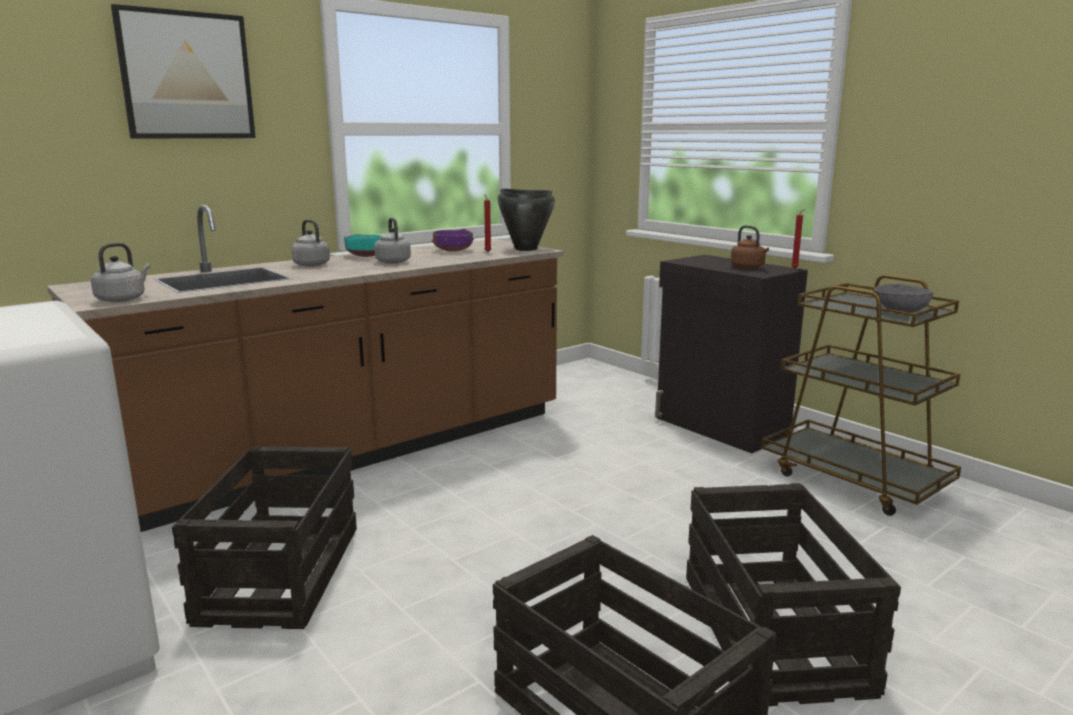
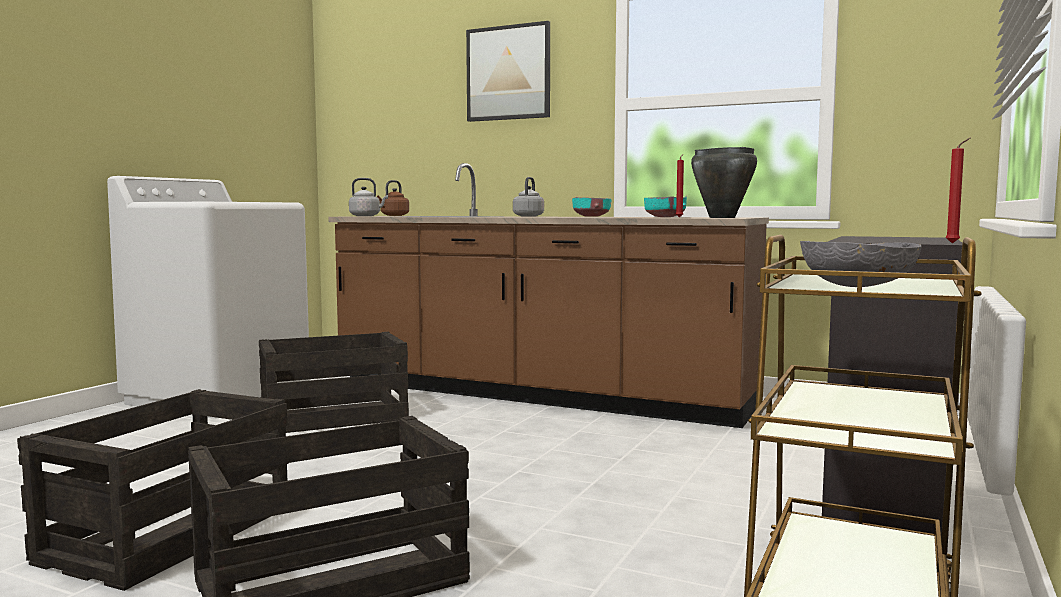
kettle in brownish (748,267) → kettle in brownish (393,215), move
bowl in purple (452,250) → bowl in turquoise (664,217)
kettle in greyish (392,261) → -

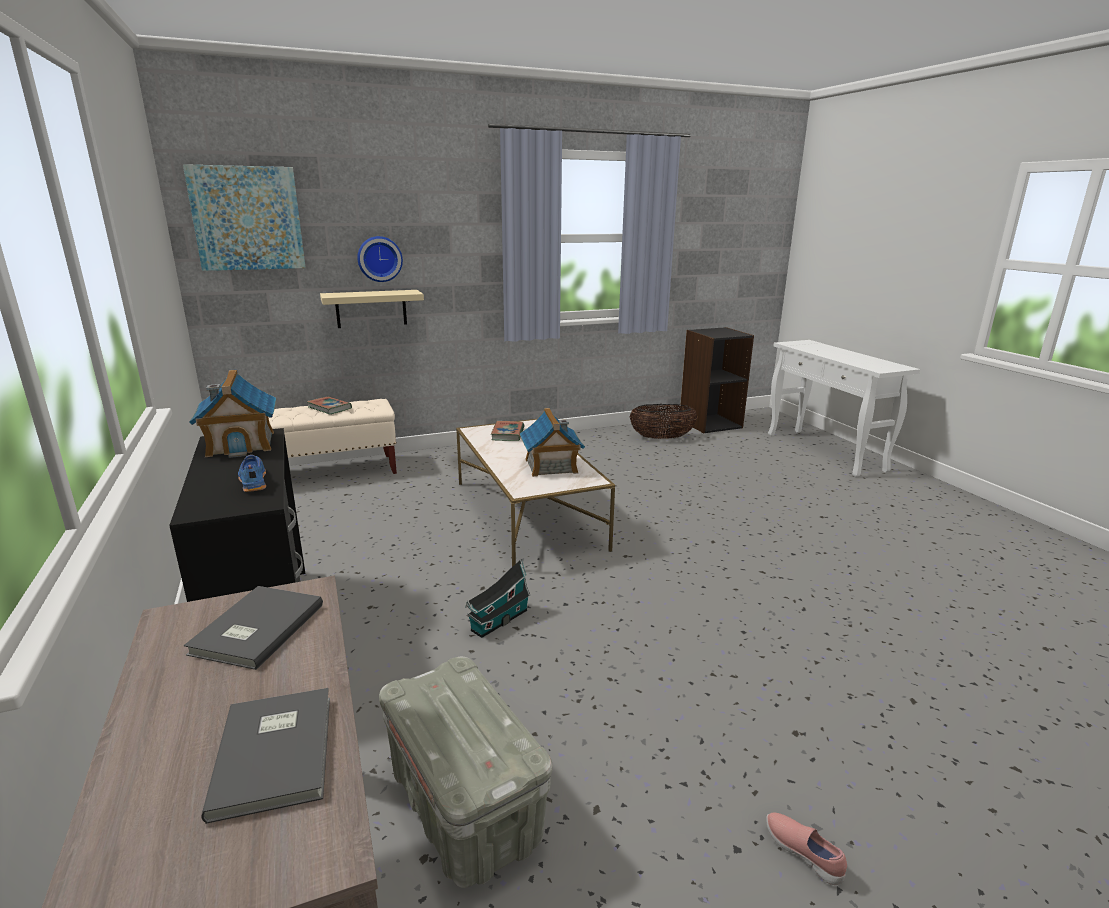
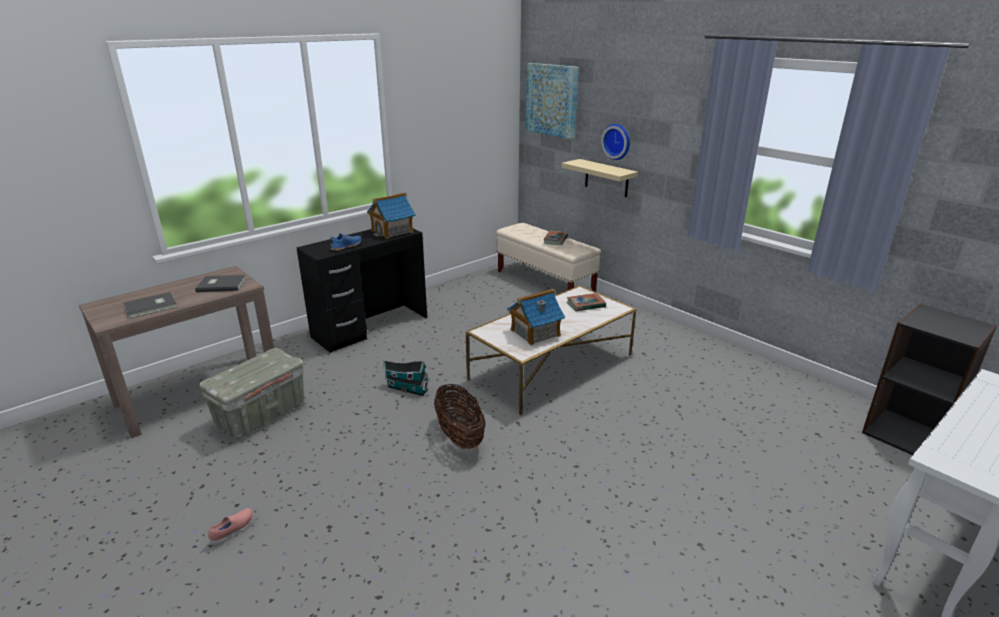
basket (661,438) → basket (459,436), move

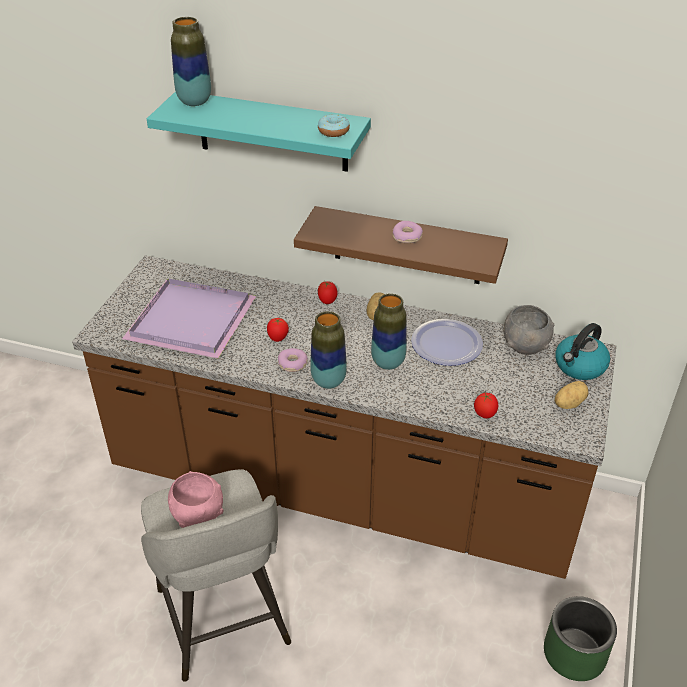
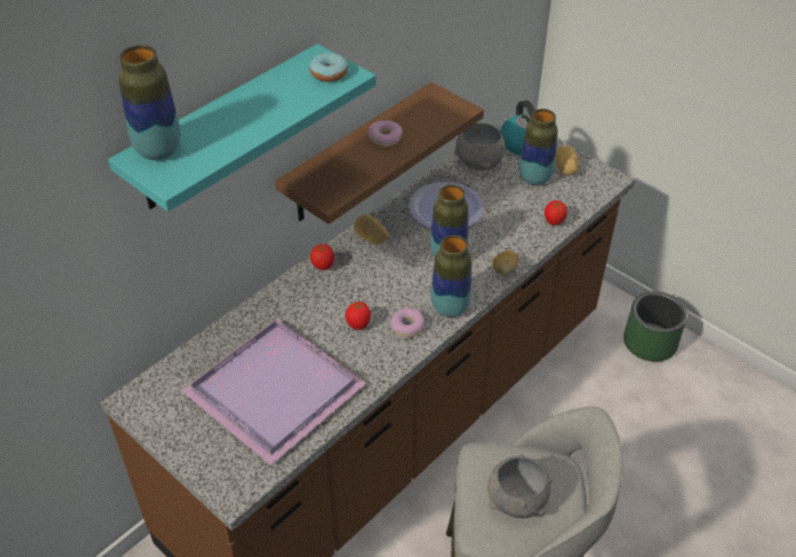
bowl in pink-coloured (198,514) → bowl in greyish (516,500)
- → spud (504,270)
- → flower vase (535,178)

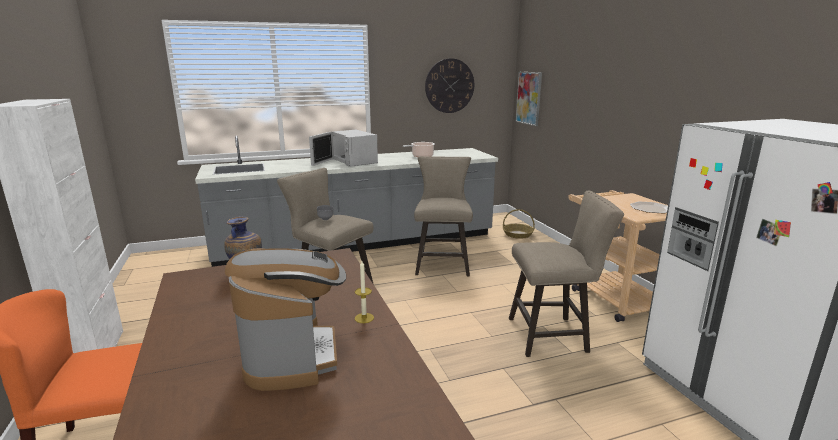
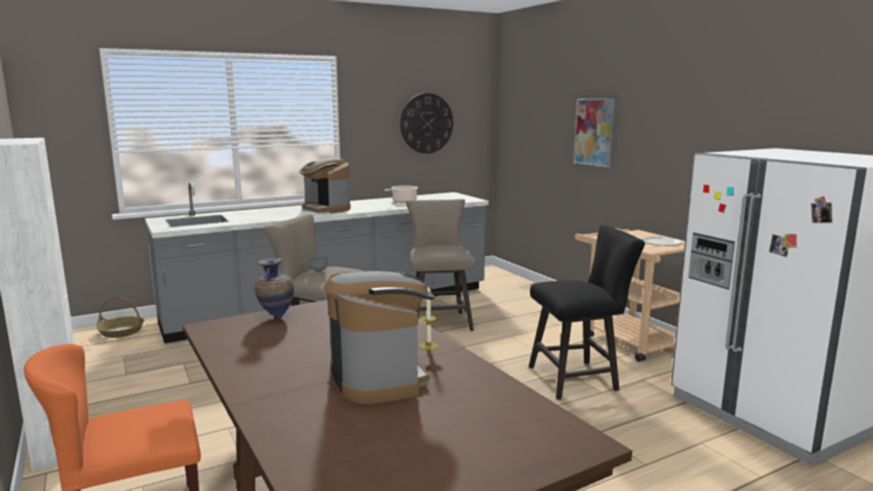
basket (517,234) → basket (121,332), move
microwave in white-coloured (351,161) → coffee machine (326,209)
sitting stool in sand-coloured (553,335) → sitting stool in black-coloured (579,378)
wall art (529,98) → wall art (594,132), move

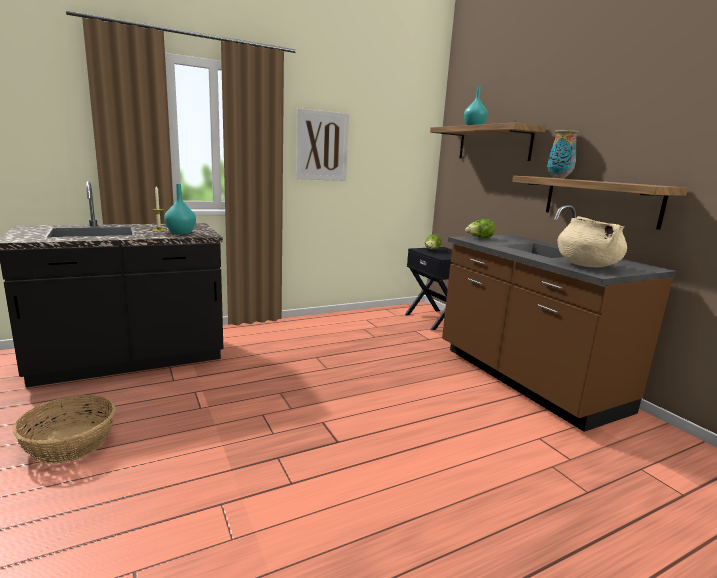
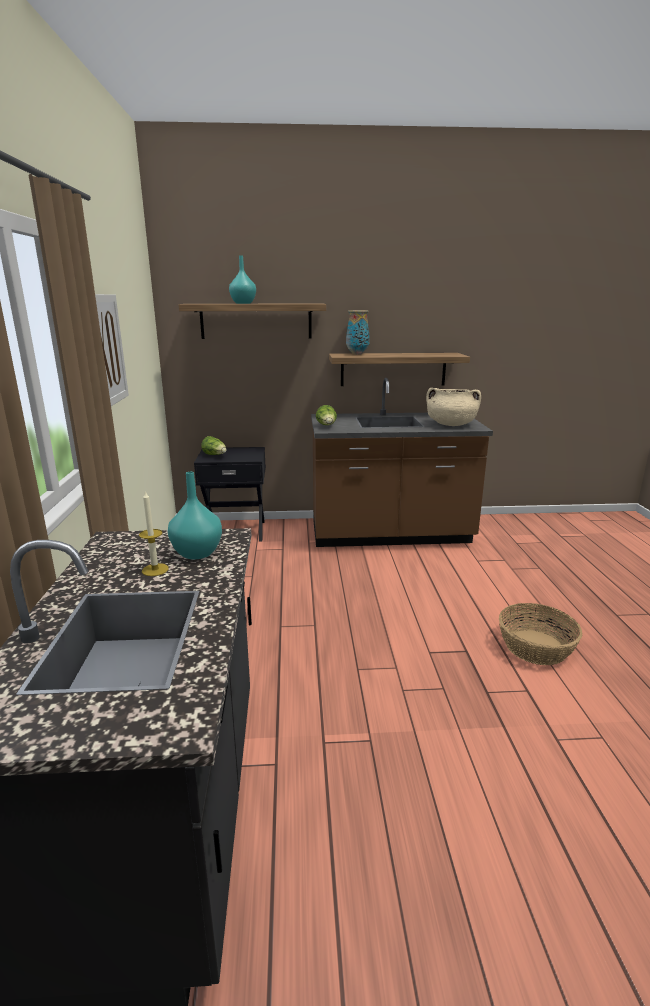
basket (70,443) → basket (535,647), move

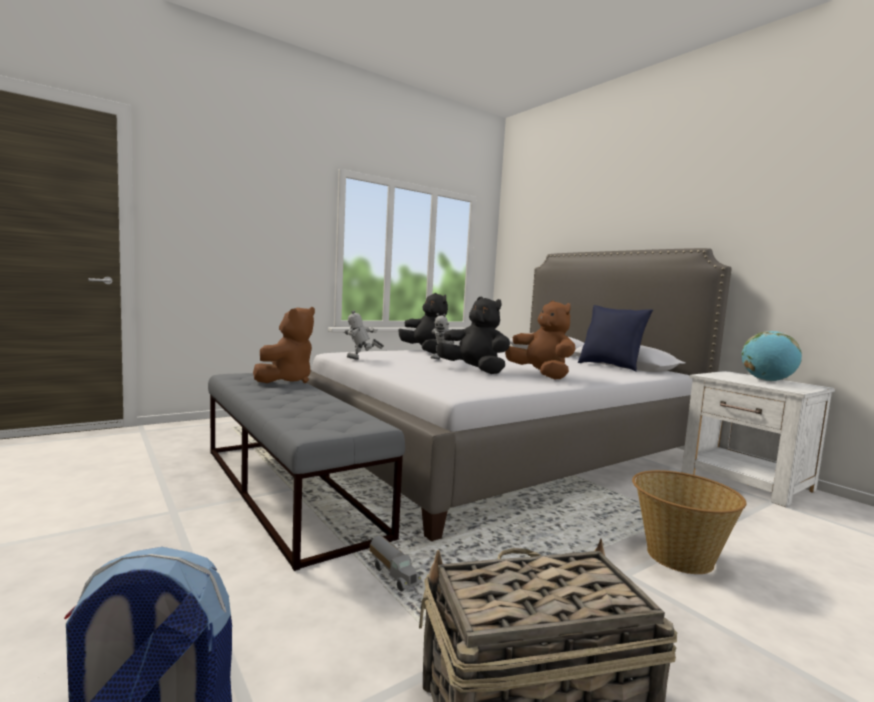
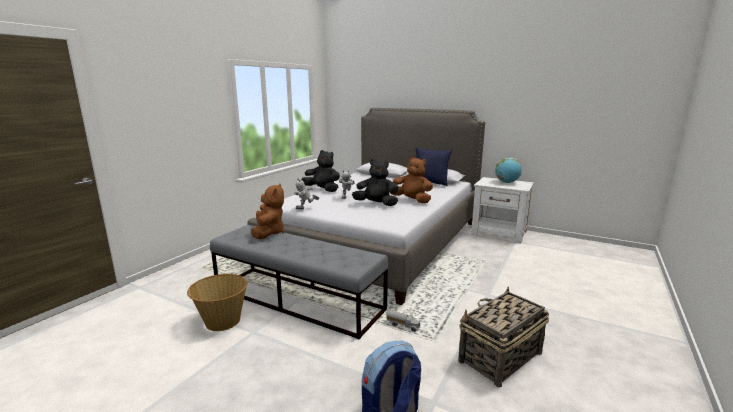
basket (678,556) → basket (222,321), move

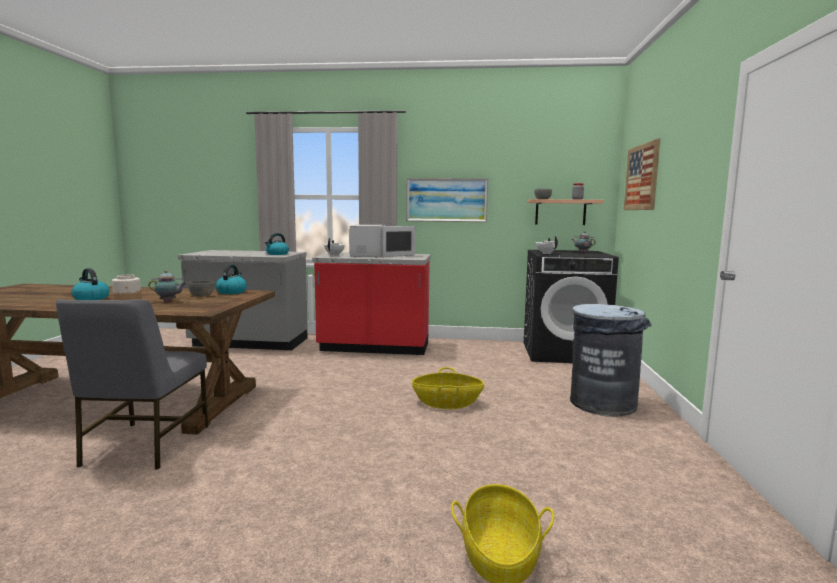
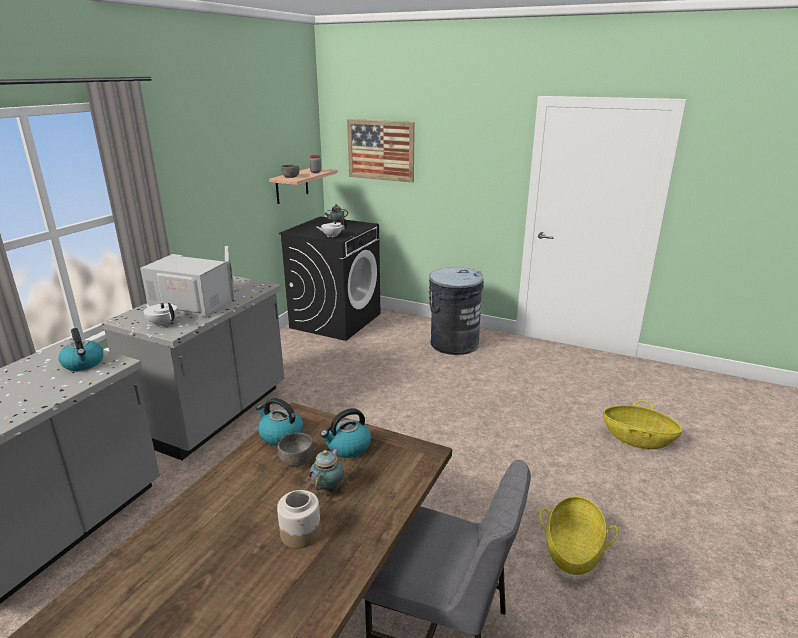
counter in reddish (374,348) → counter in greyish (215,415)
kettle (91,298) → kettle (348,447), move
basket (447,403) → basket (573,550), move
wall art (446,200) → -

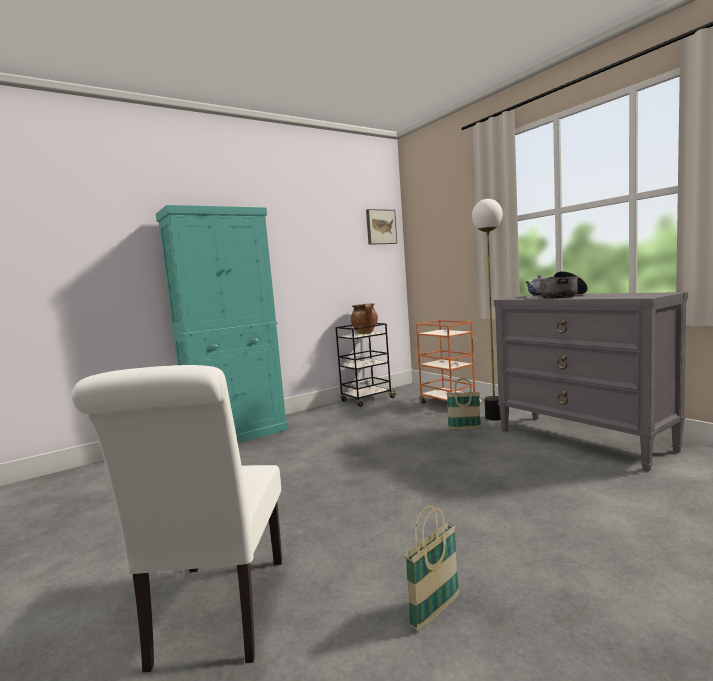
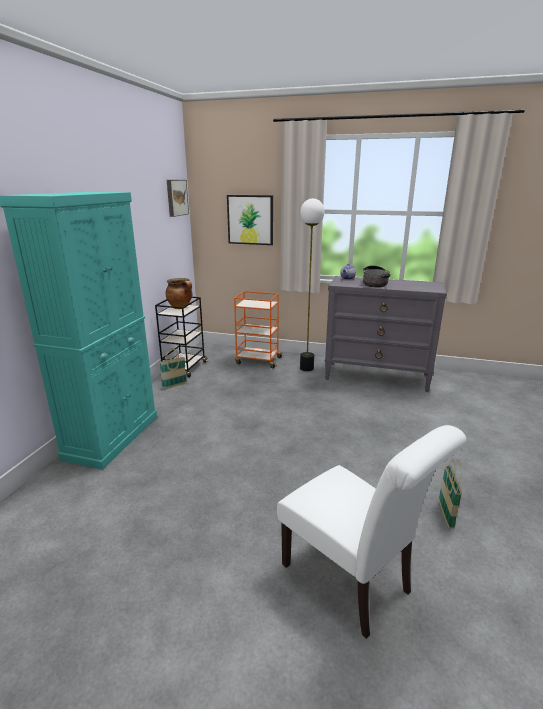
basket (464,428) → basket (174,385), move
- → wall art (250,220)

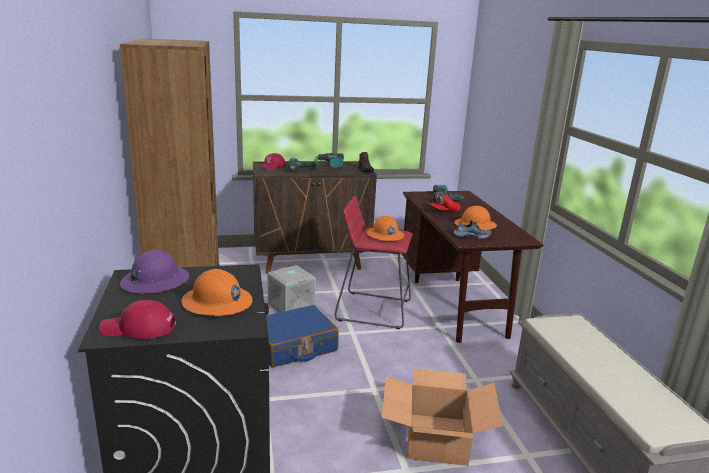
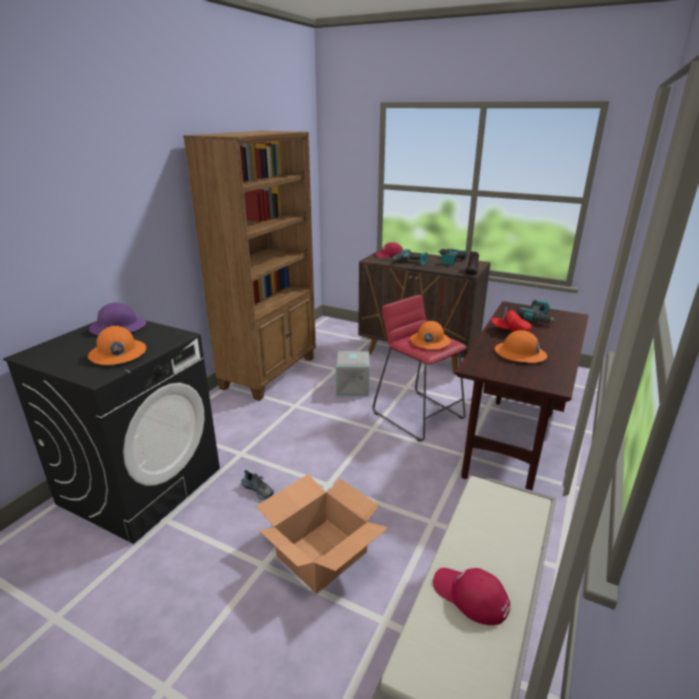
item of footwear (471,236) → item of footwear (258,489), move
baseball cap in reddish (138,328) → baseball cap in reddish (470,596), move
suitcase in blue (294,346) → -

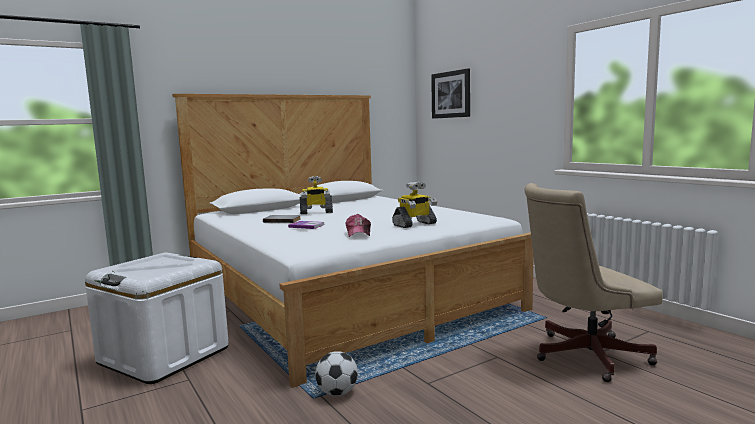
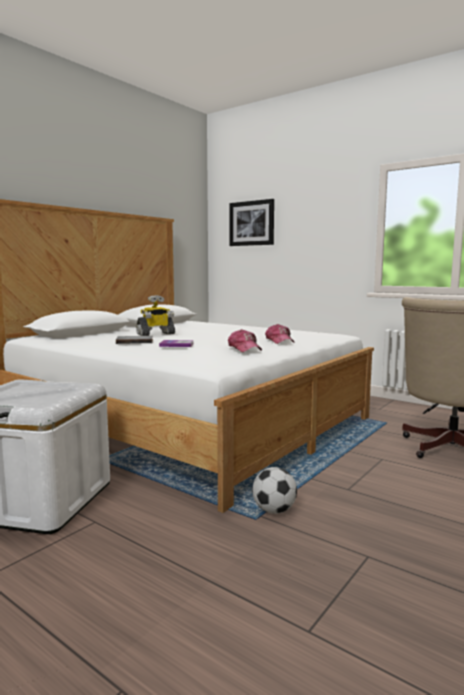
toy robot (414,224) → baseball cap (279,341)

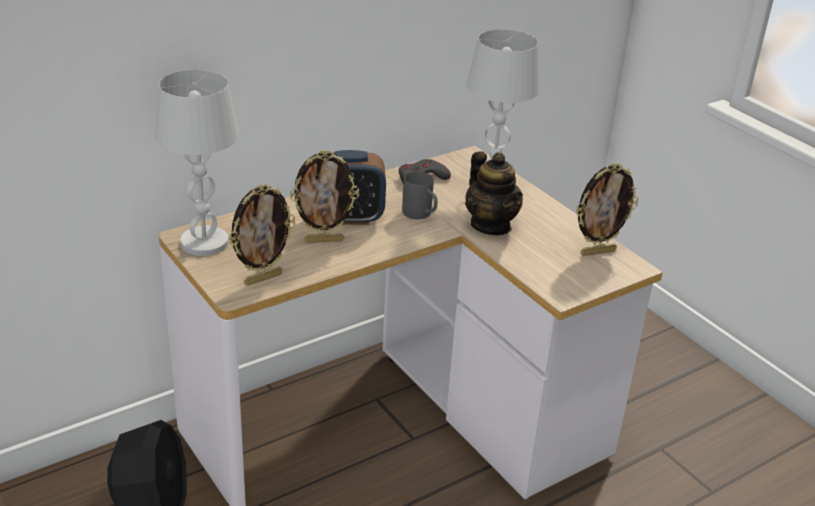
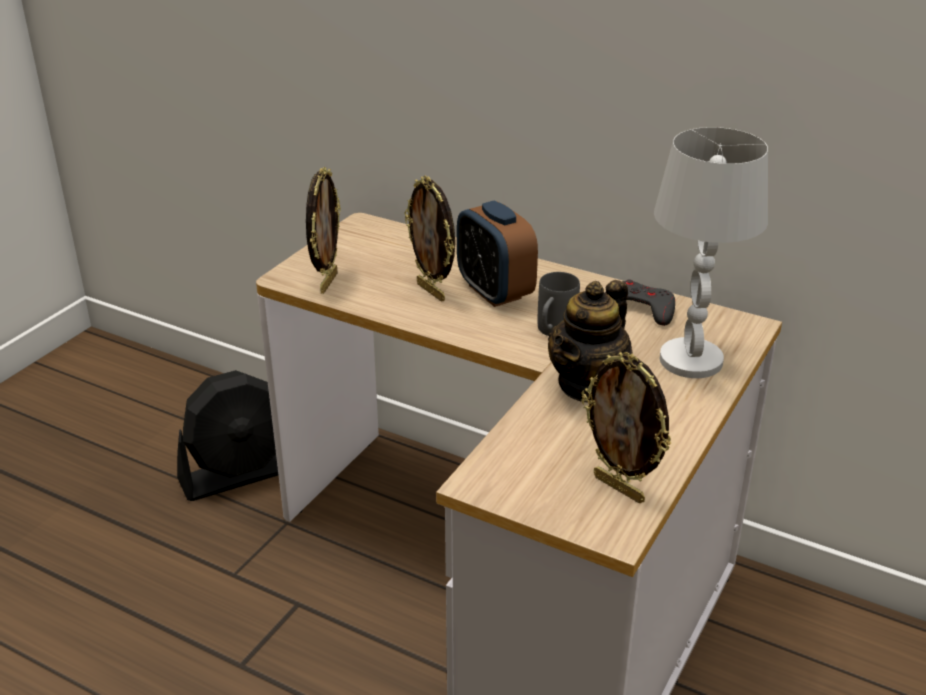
picture frame (263,278) → picture frame (327,282), 105 degrees counterclockwise
table lamp in white-coloured (204,243) → -

